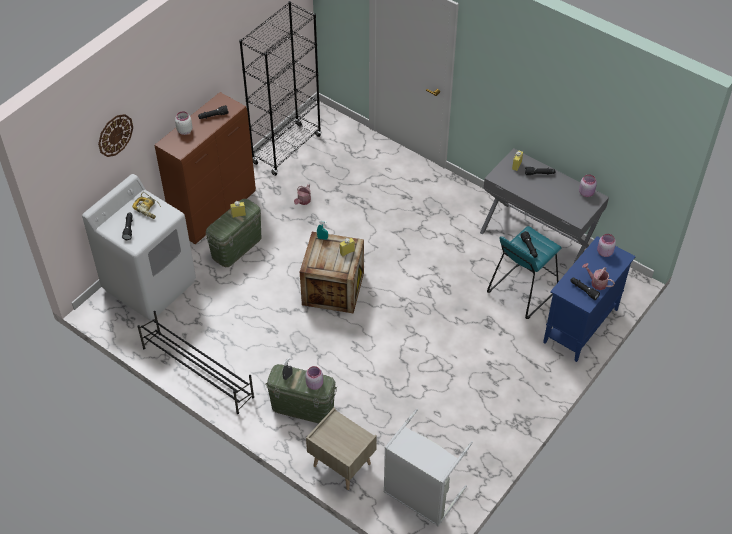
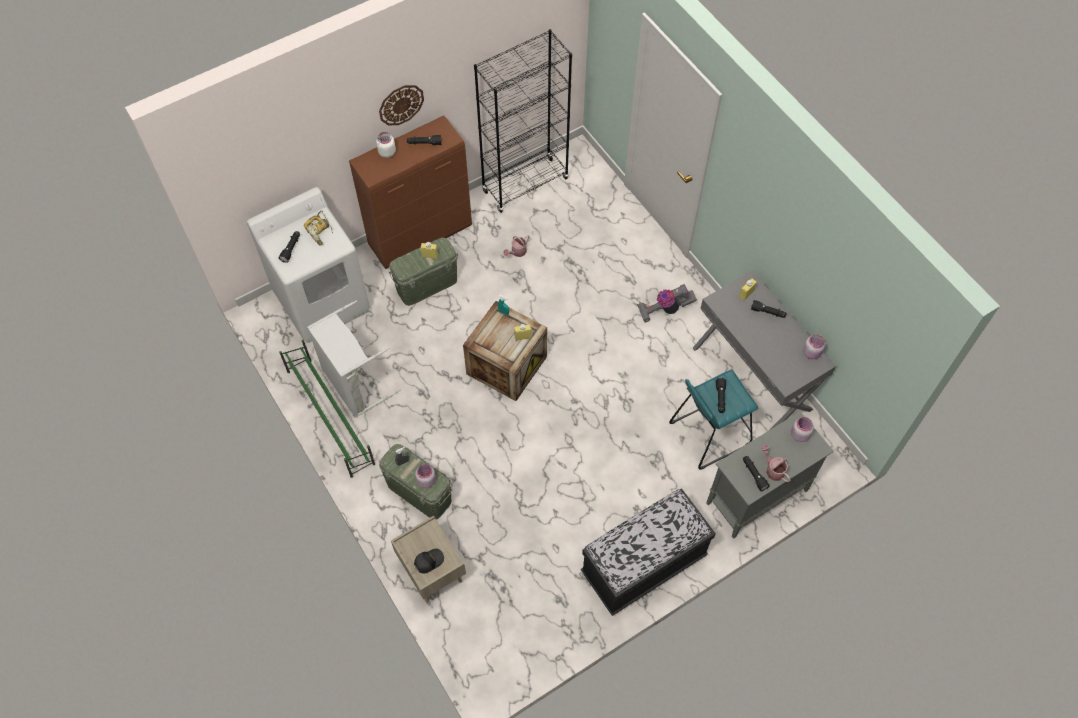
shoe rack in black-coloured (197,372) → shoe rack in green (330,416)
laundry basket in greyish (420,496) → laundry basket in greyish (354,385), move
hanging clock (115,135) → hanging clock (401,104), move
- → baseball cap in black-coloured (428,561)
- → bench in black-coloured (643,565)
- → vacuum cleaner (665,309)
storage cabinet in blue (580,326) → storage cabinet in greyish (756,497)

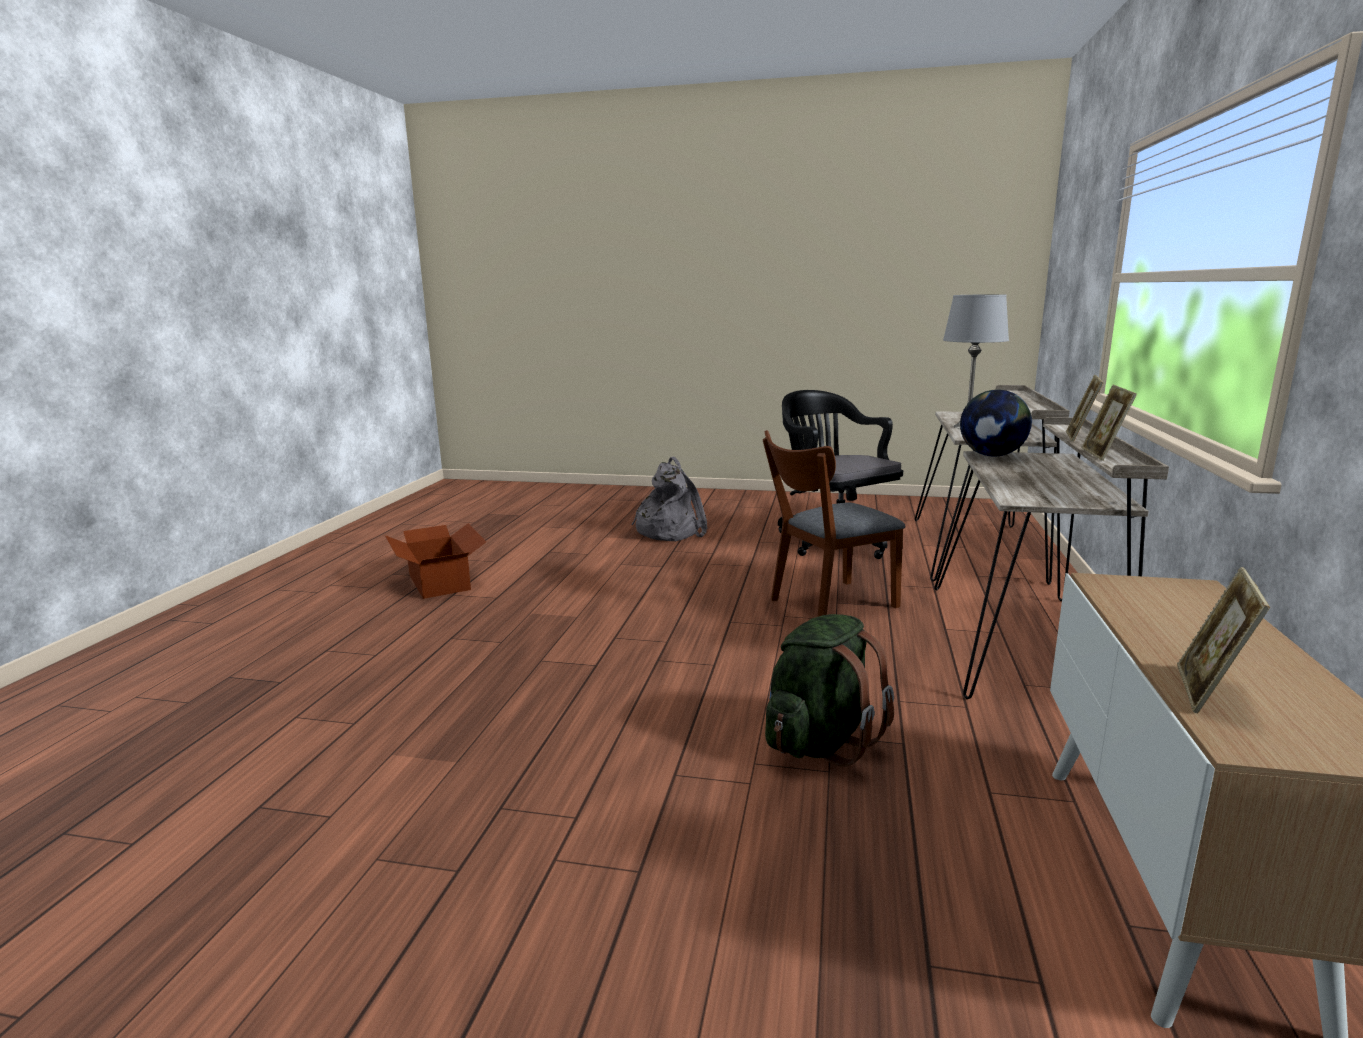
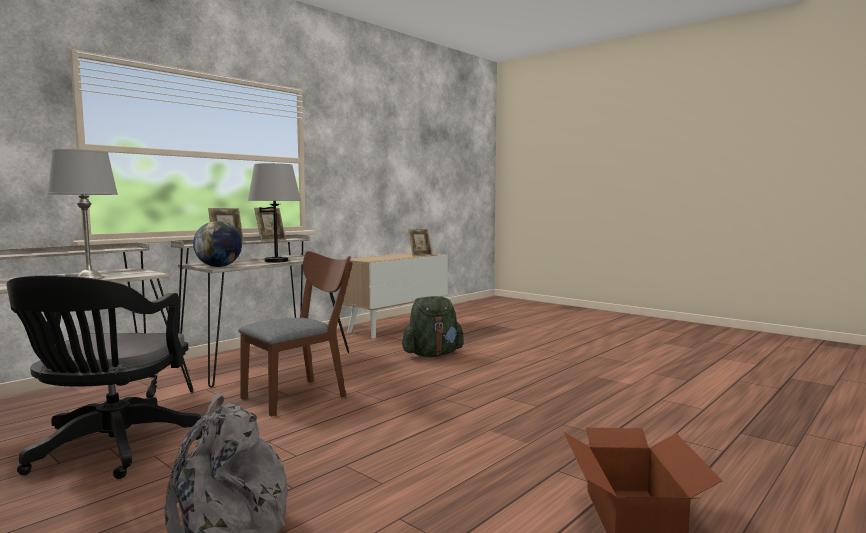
upright chair in brownish (826,605) → upright chair in brownish (301,395), 45 degrees counterclockwise
- → table lamp in greyish (276,261)

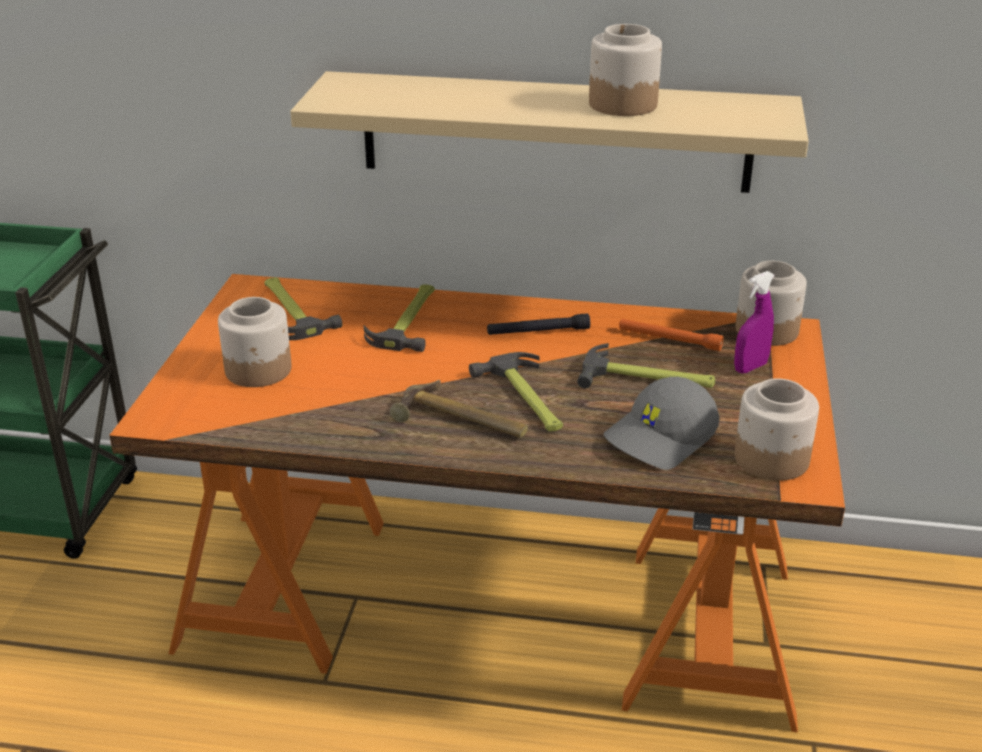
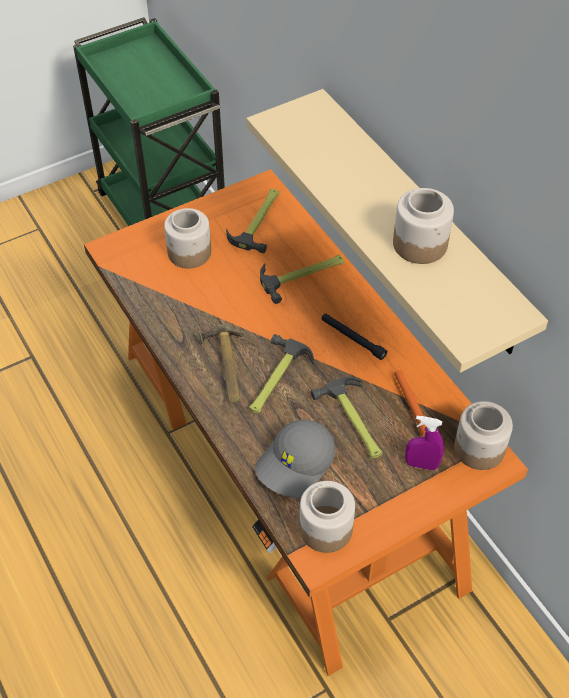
baseball cap in greyish (661,438) → baseball cap in greyish (296,464), 60 degrees counterclockwise

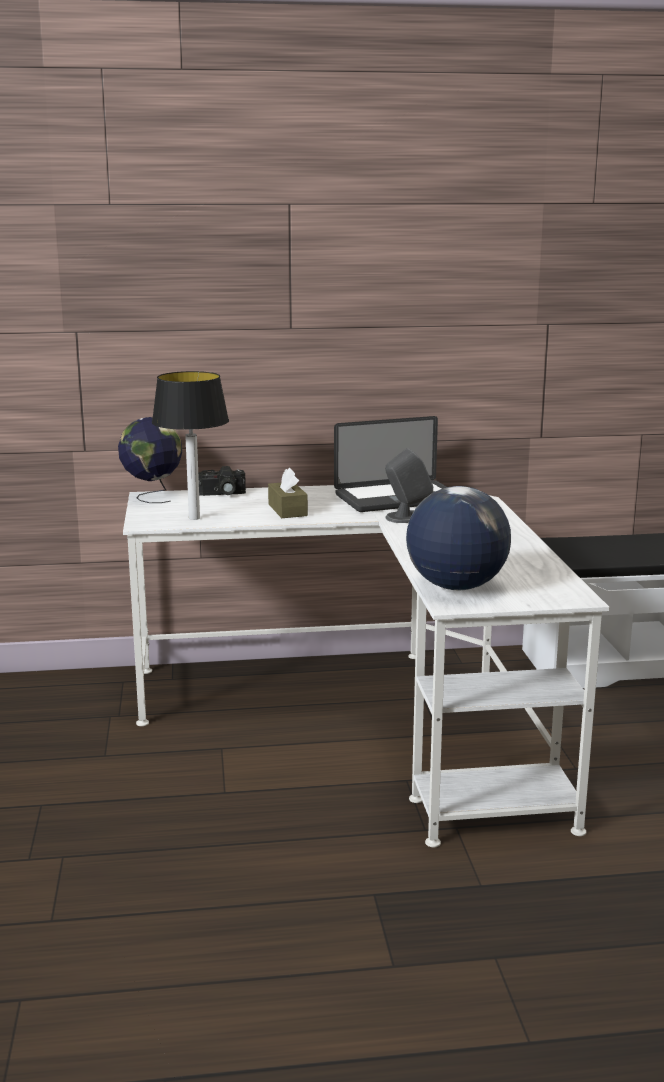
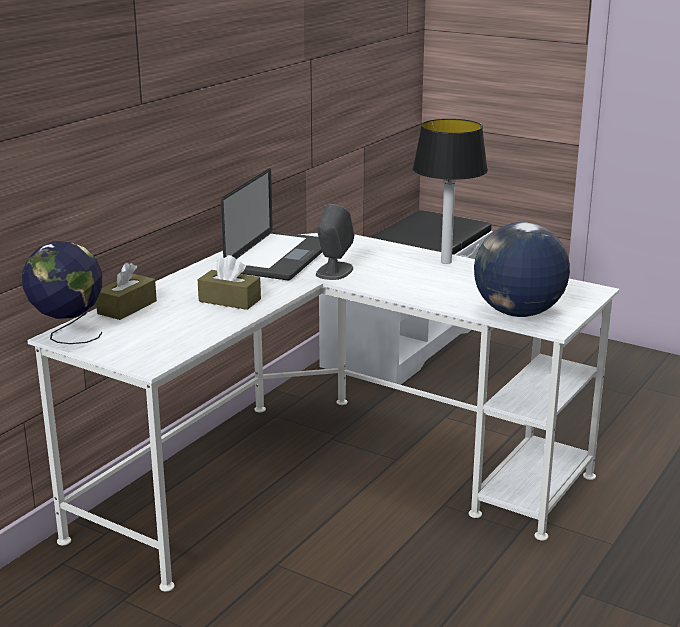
photo camera (222,494) → tissue holder in brownish (127,307)
table lamp (195,518) → table lamp (446,261), move

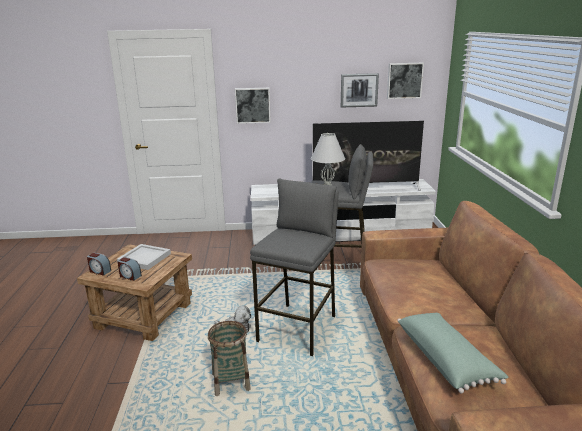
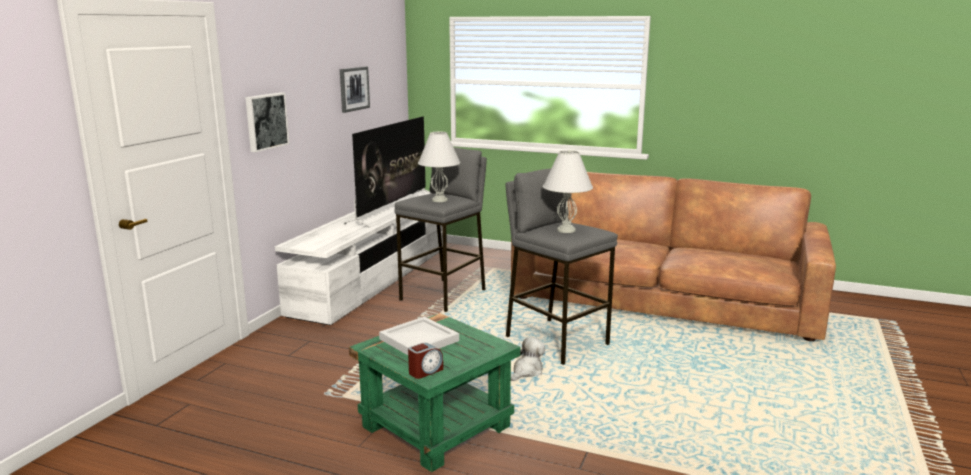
end table in brownish (145,315) → end table in green (436,426)
- → table lamp in white-coloured (566,230)
bedside clock (130,276) → -
basket (231,382) → -
wall art (404,80) → -
pillow in green (446,360) → -

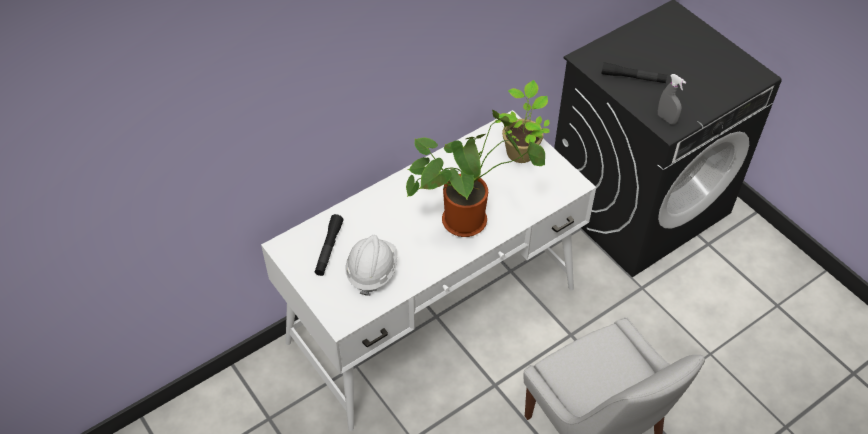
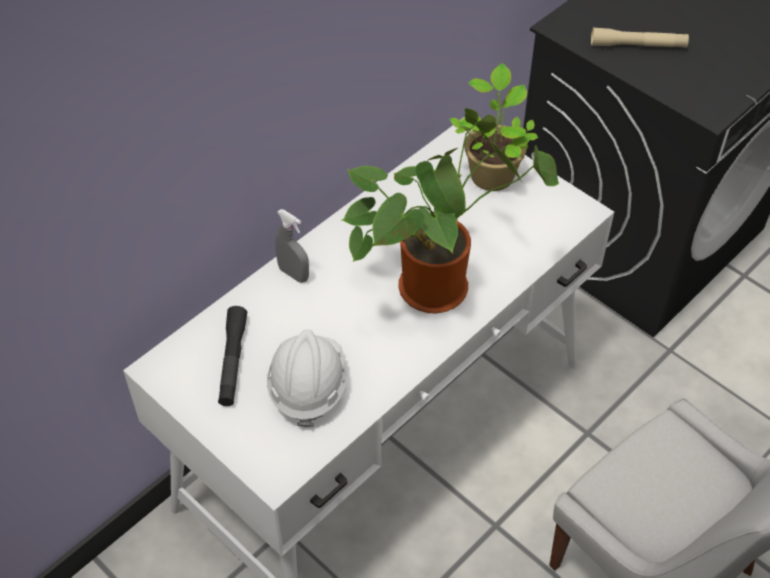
hand sprayer in greyish (666,119) → hand sprayer in greyish (294,274), move
hand torch in black-coloured (633,77) → hand torch in sand-coloured (638,45)

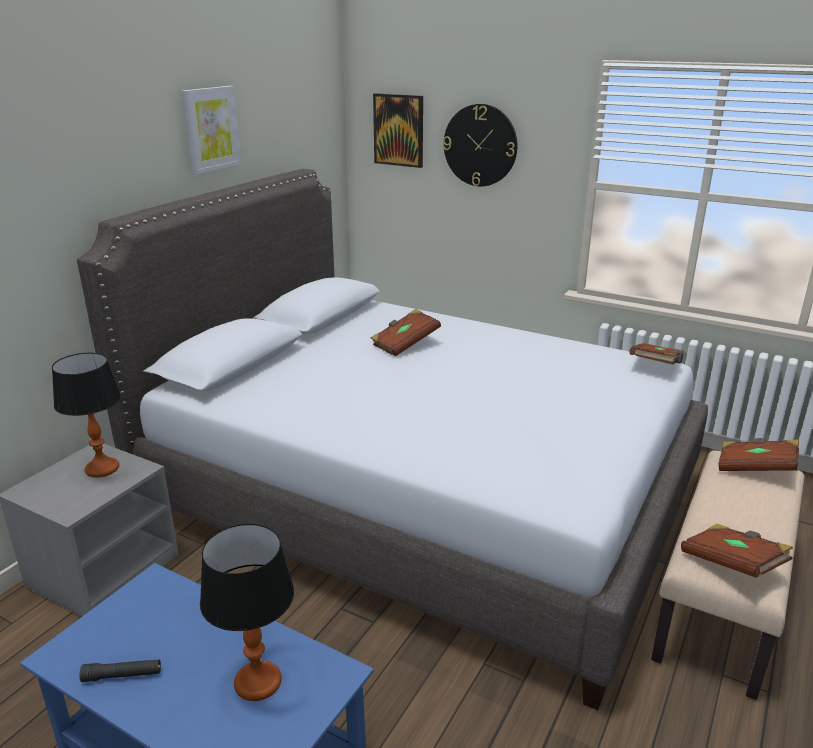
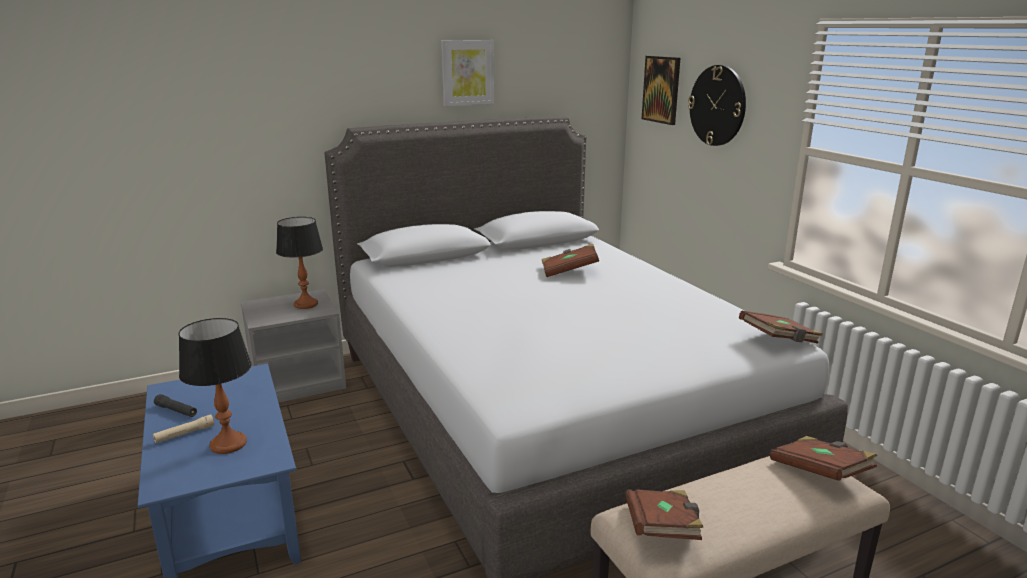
- → hand torch in sand-coloured (184,434)

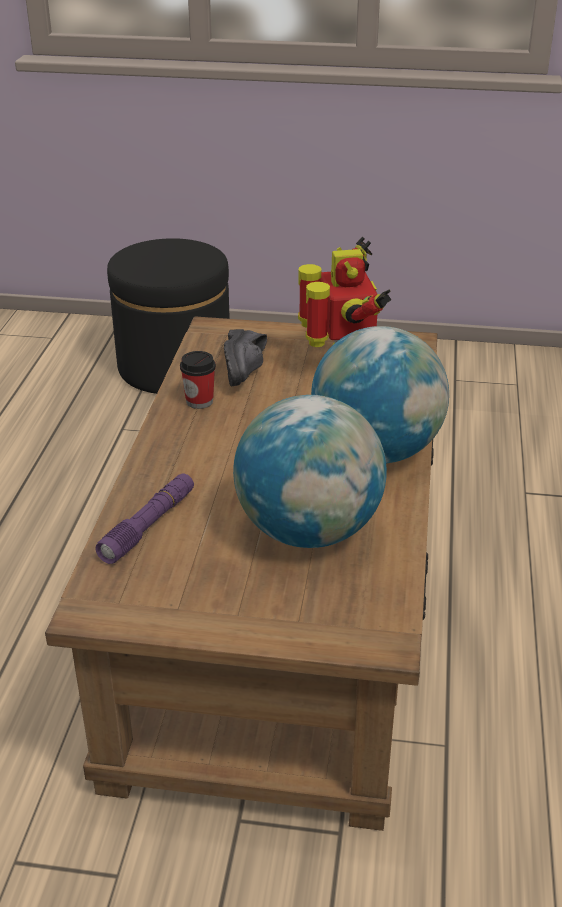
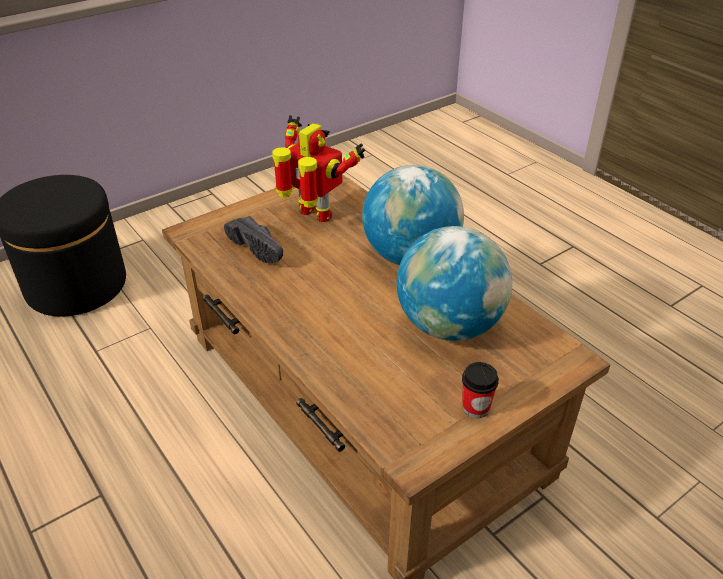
small cup (199,401) → small cup (475,407), move
hand torch in purple (148,526) → -

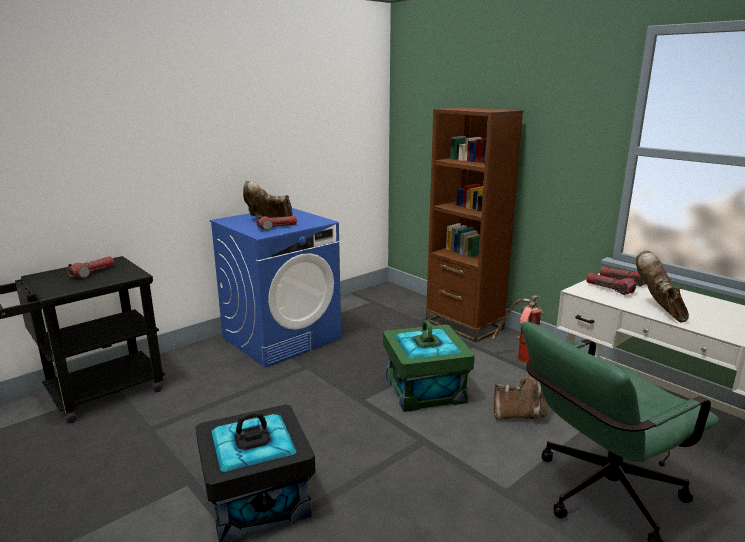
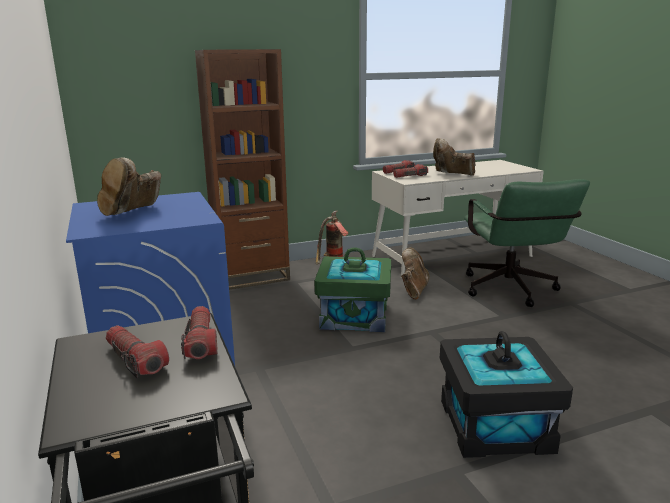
hand torch (277,227) → hand torch (201,342), move

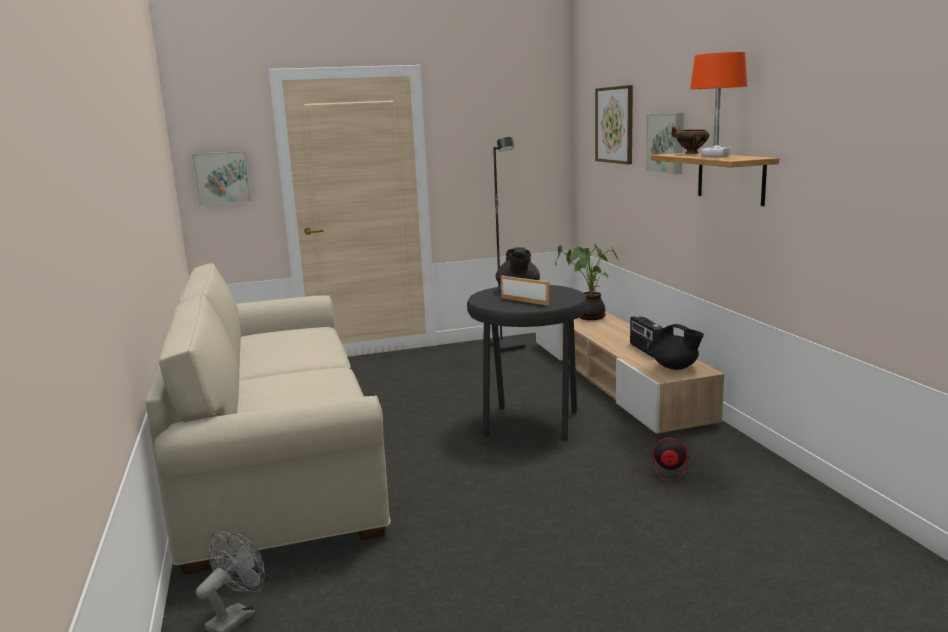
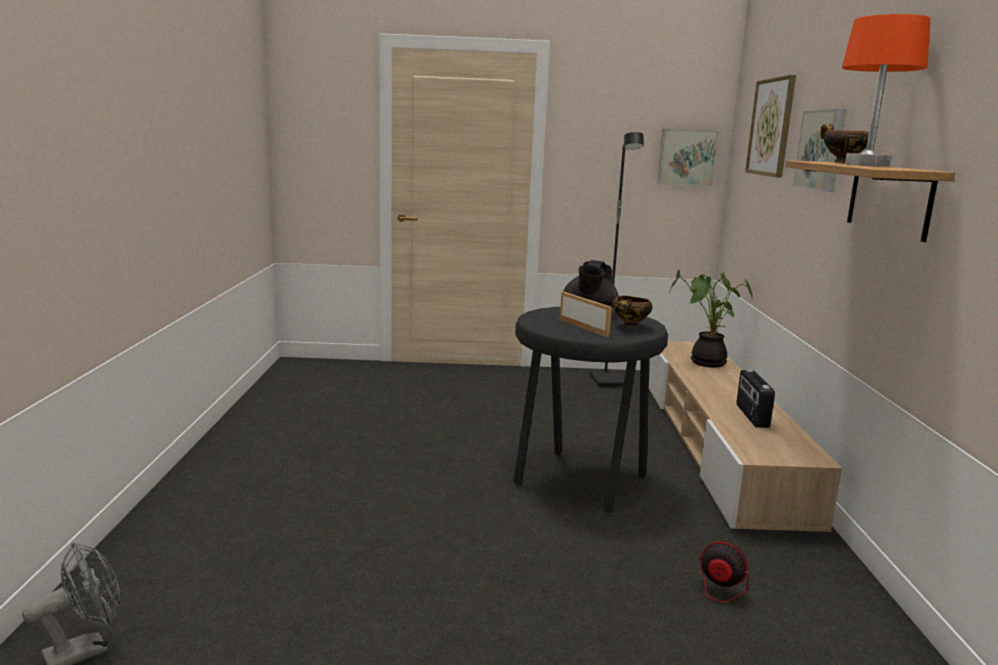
- → bowl (630,327)
wall art (222,177) → wall art (686,157), move
couch in sand-coloured (277,458) → -
teapot in black-coloured (676,367) → -

